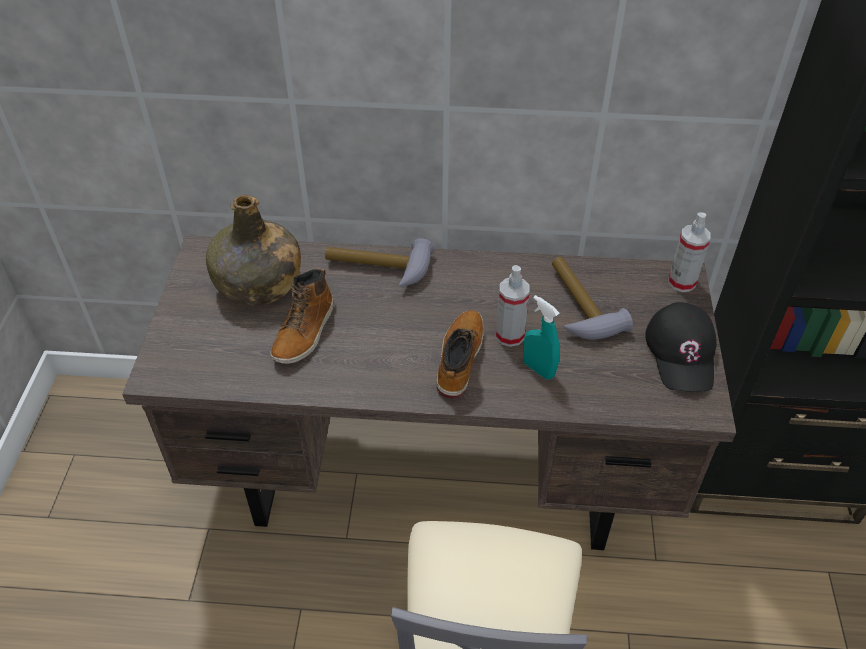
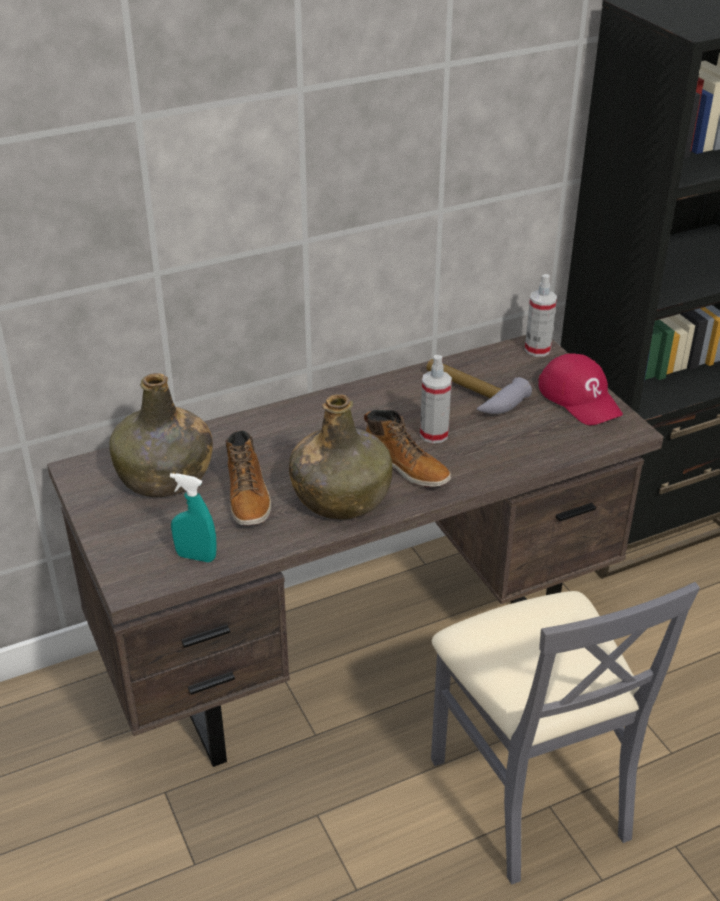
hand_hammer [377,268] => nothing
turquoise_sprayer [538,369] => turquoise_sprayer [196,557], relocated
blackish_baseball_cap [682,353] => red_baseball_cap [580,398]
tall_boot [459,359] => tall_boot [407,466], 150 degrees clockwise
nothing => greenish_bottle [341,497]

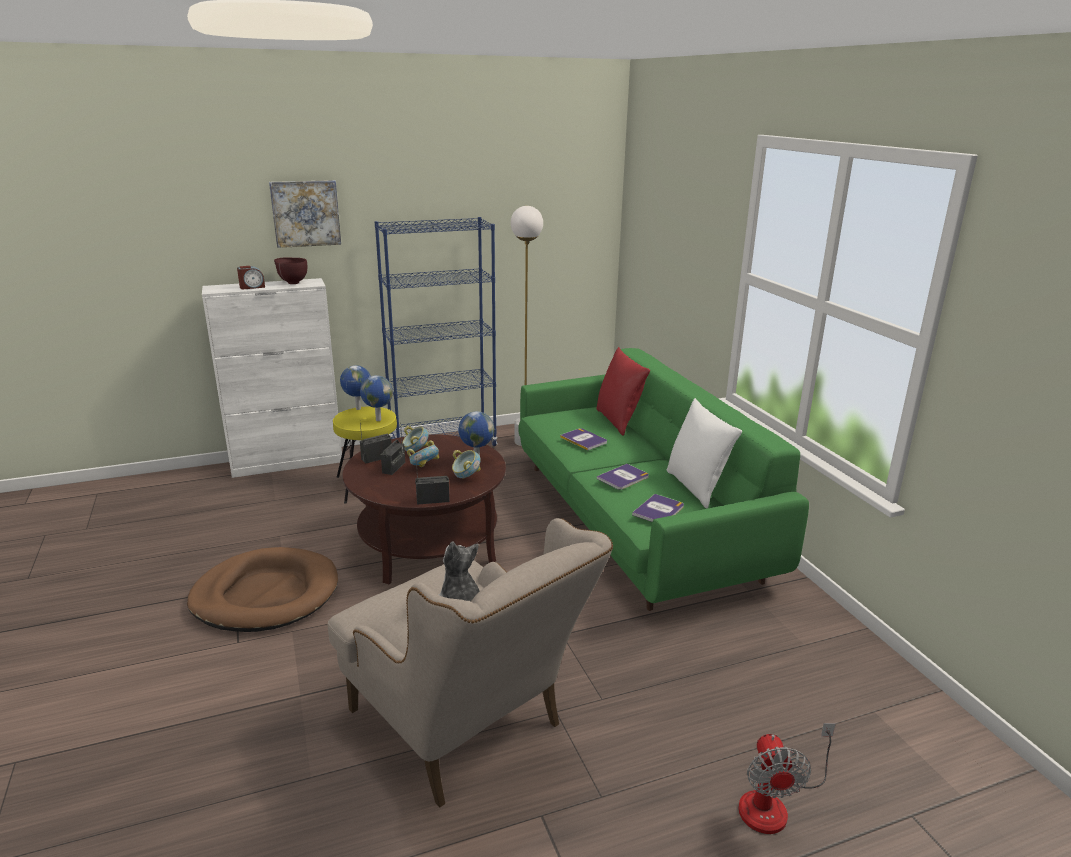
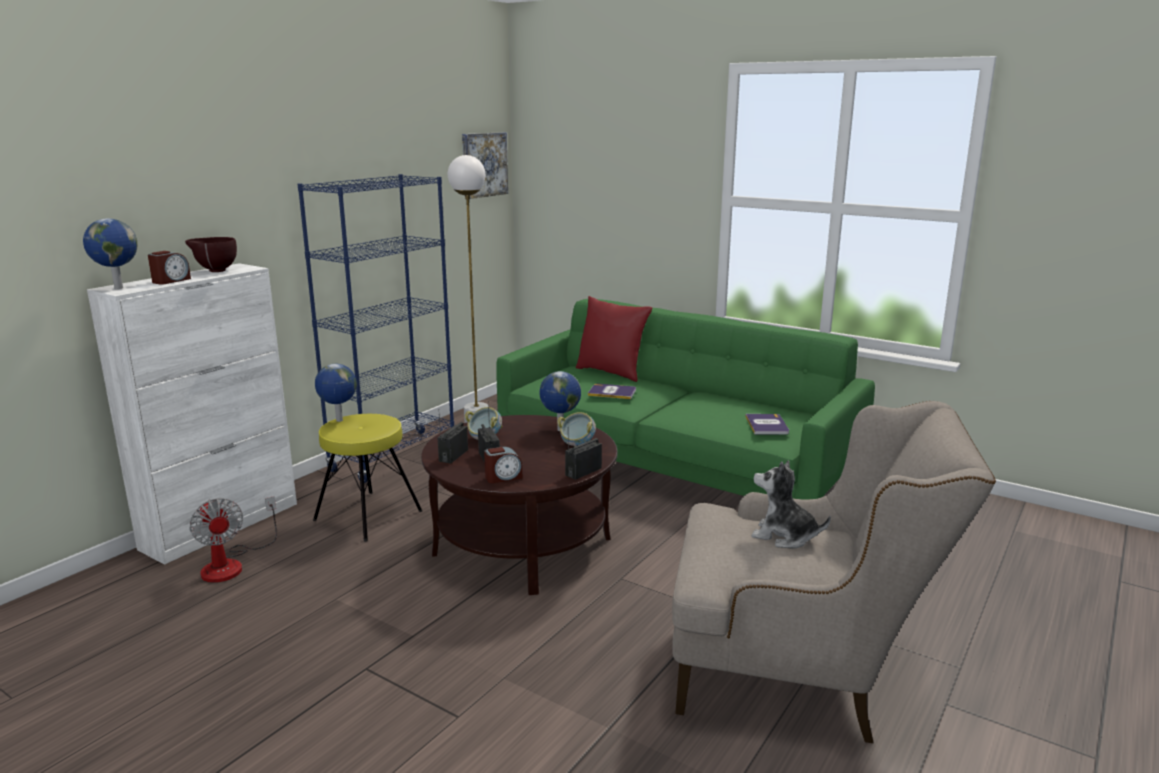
wall_picture [305,213] => wall_picture [483,164], relocated
desk_globe [378,420] => desk_globe [117,288], relocated
whitish_throw_pillow [696,487] => nothing
serving_bowl [424,467] => nothing
volume [623,477] => nothing
brown-coloured_dog_bed [266,595] => nothing
cooling_fan [774,803] => cooling_fan [232,564], relocated
nothing => alarm_clock [503,477]

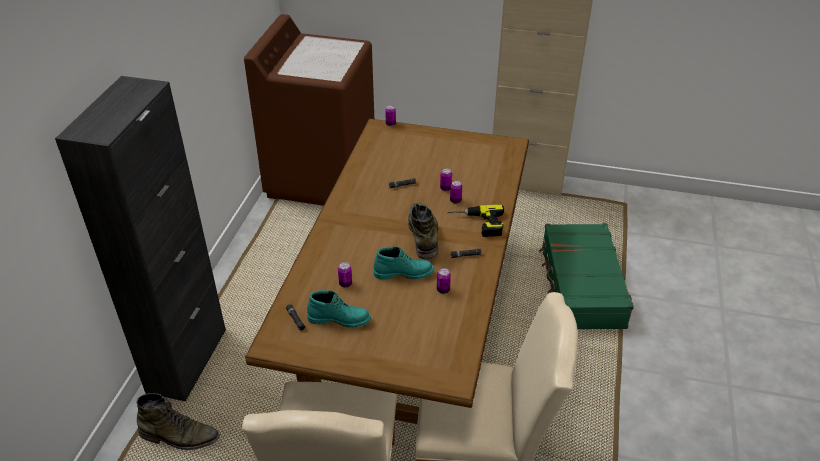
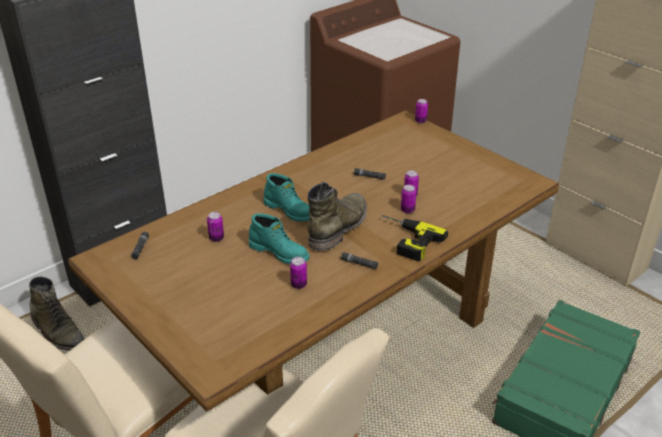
turquoise_tall_boot [339,319] => turquoise_tall_boot [290,211], relocated

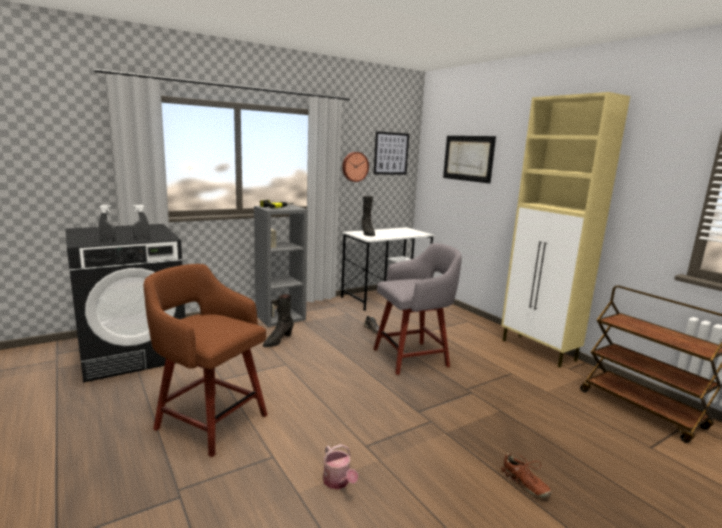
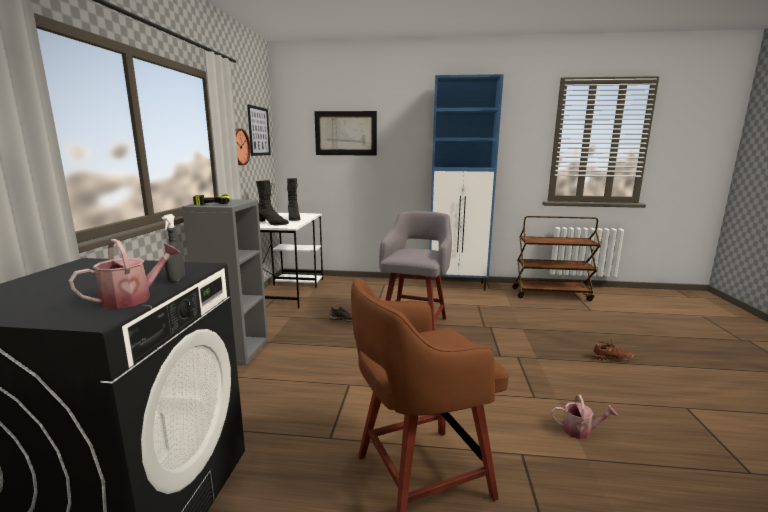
beige-coloured_storage_cabinet [539,351] => blue_storage_cabinet [457,285]
gray_sprayer [108,241] => watering_can [133,298]
blackish_tall_boot [278,341] => blackish_tall_boot [294,218], relocated

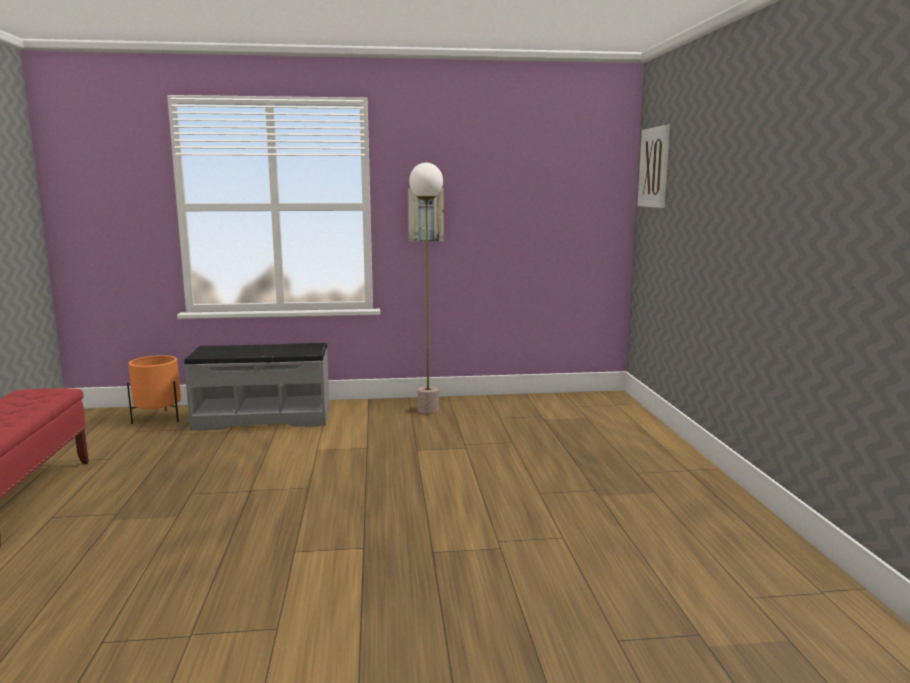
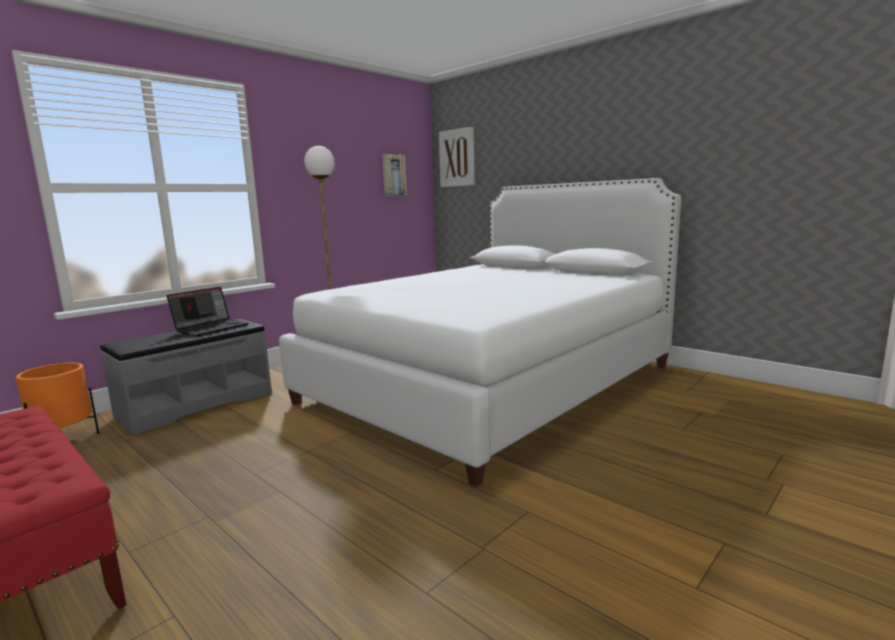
wall_picture [425,214] => wall_picture [393,175], relocated
nothing => whitish_bed [491,383]
nothing => portable_computer [211,328]

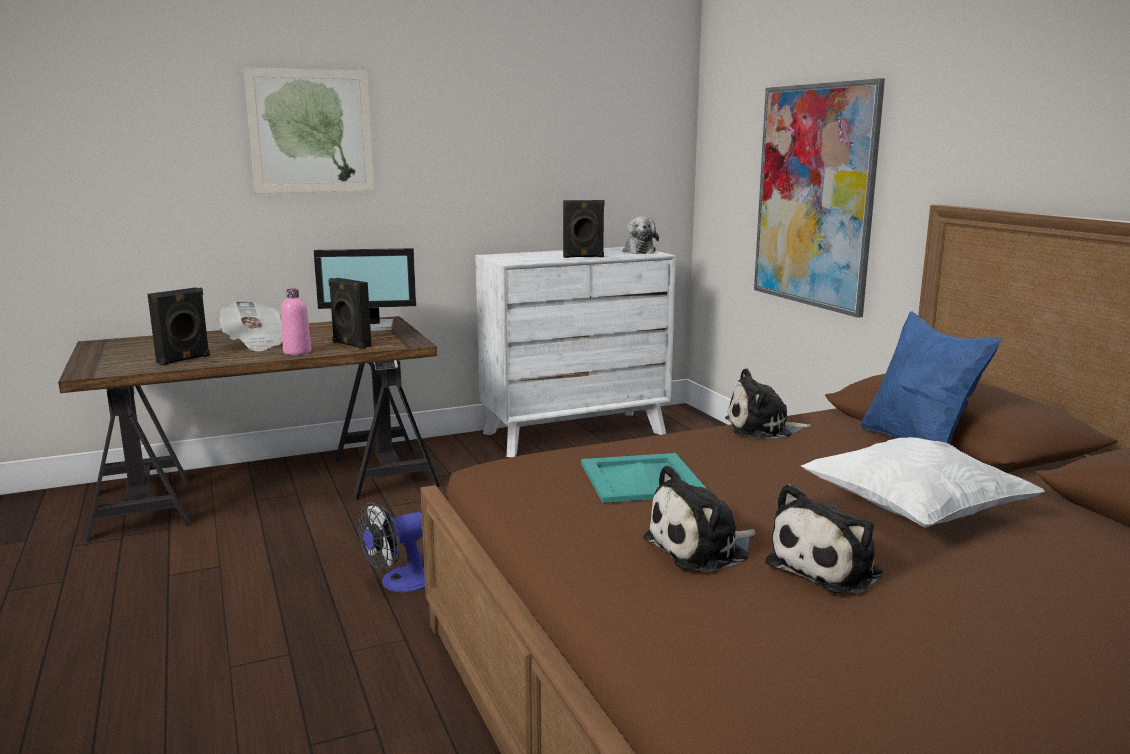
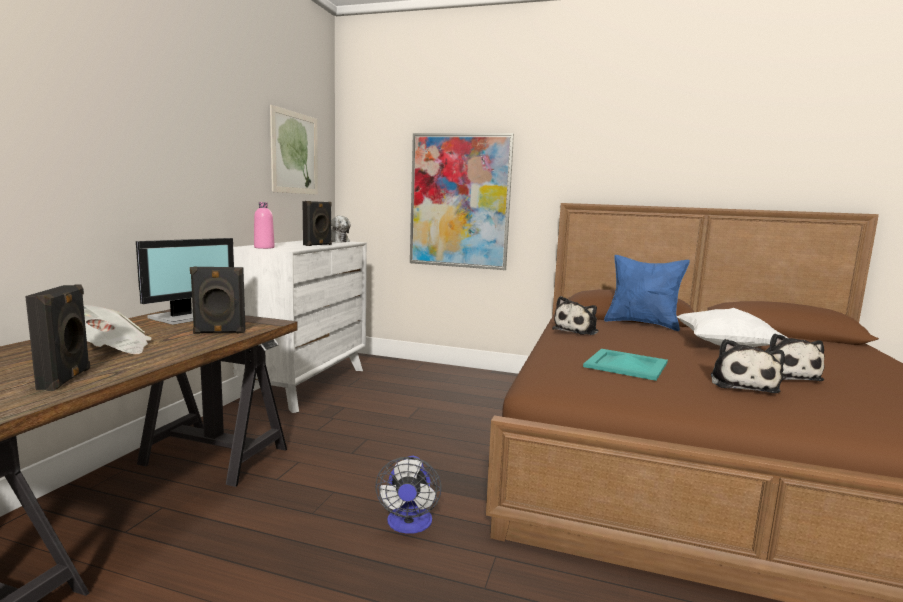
wall_picture [311,131] => wall_picture [295,153], relocated
pink-coloured_bottle [297,352] => pink-coloured_bottle [264,247], relocated

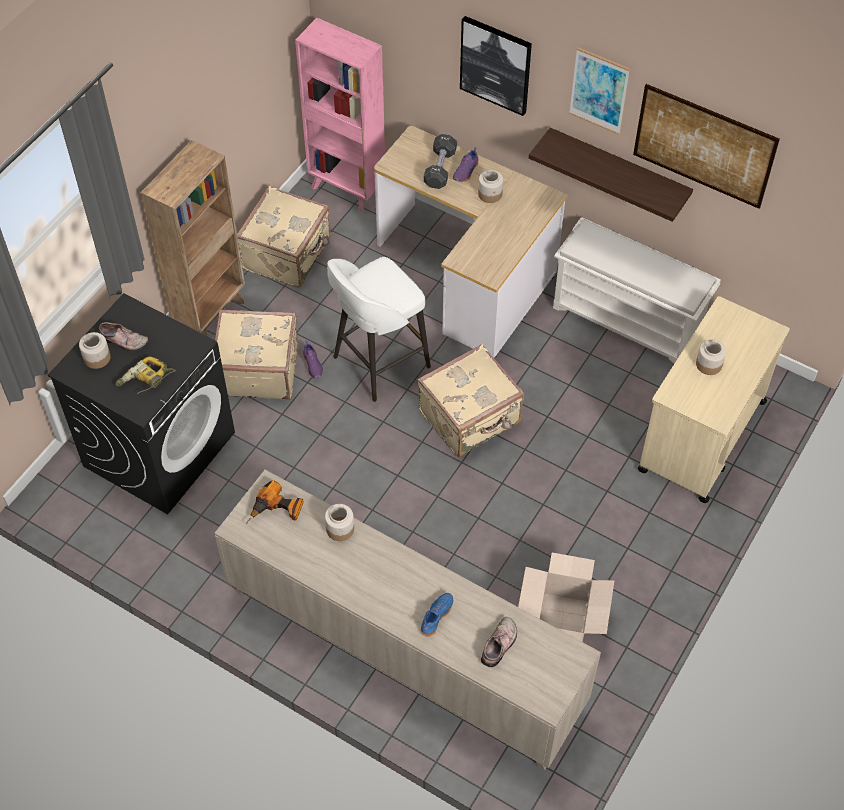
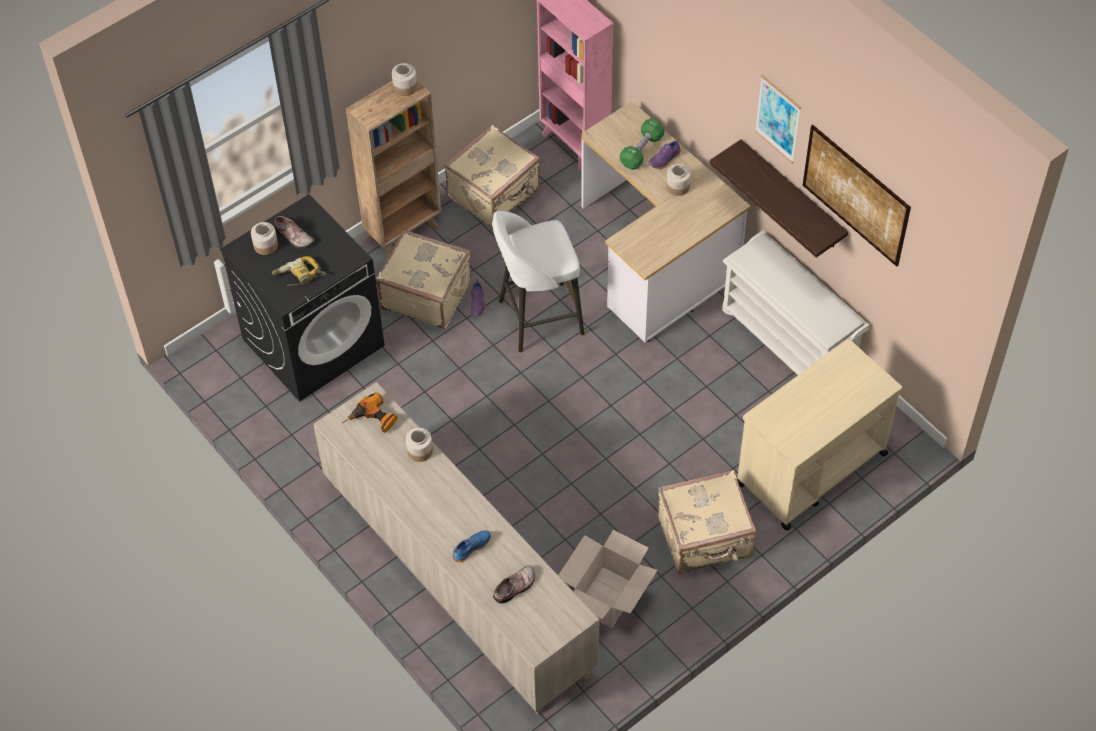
wall_picture [496,64] => nothing
blackish_hand_weight [440,169] => greenish_hand_weight [641,150]
jar [708,364] => jar [404,87], relocated
beige-coloured_suitcase [471,418] => beige-coloured_suitcase [705,538], relocated

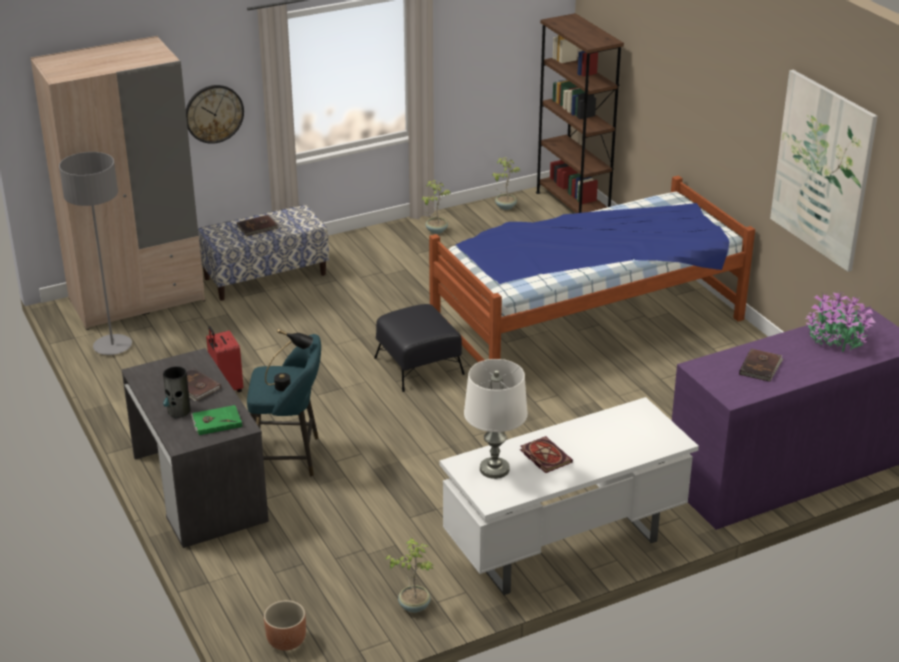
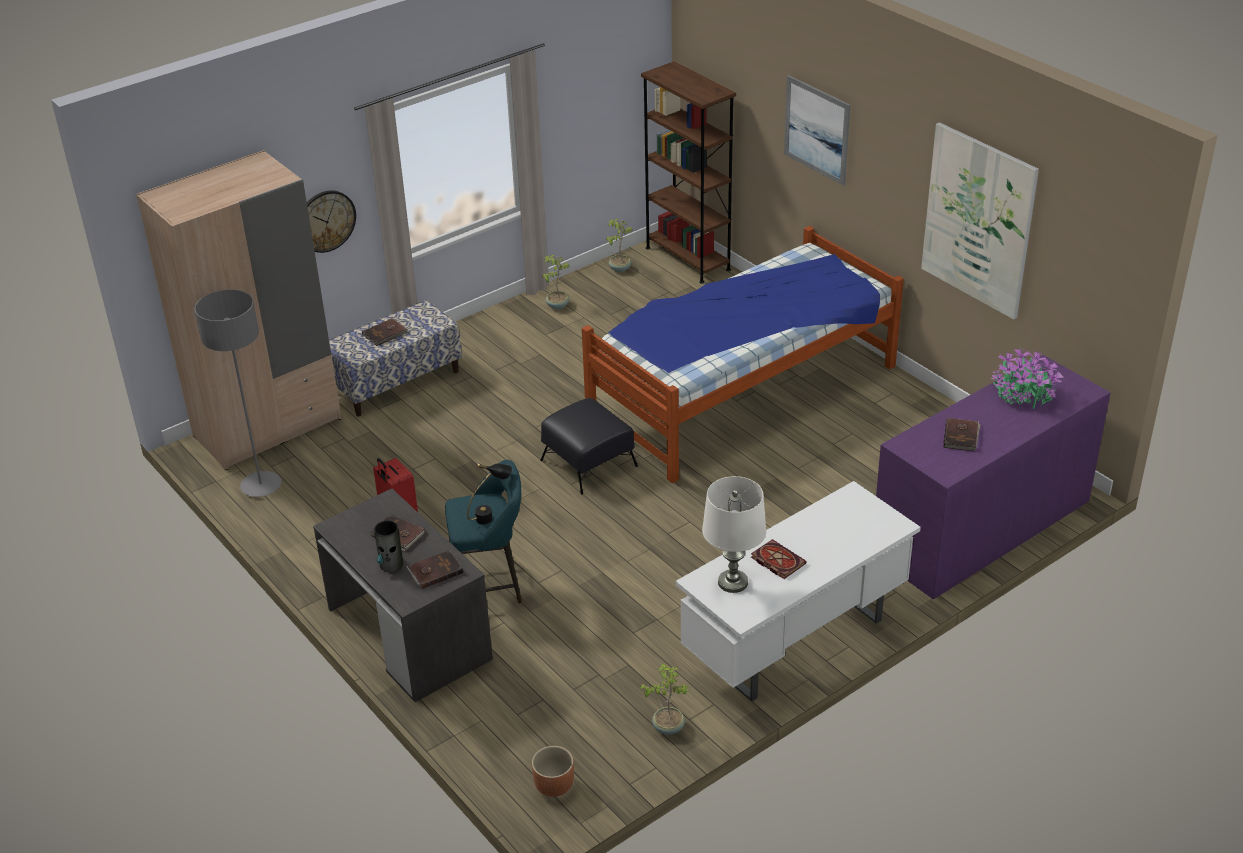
greenish_volume [216,422] => brown-coloured_volume [434,571]
nothing => wall_picture [817,130]

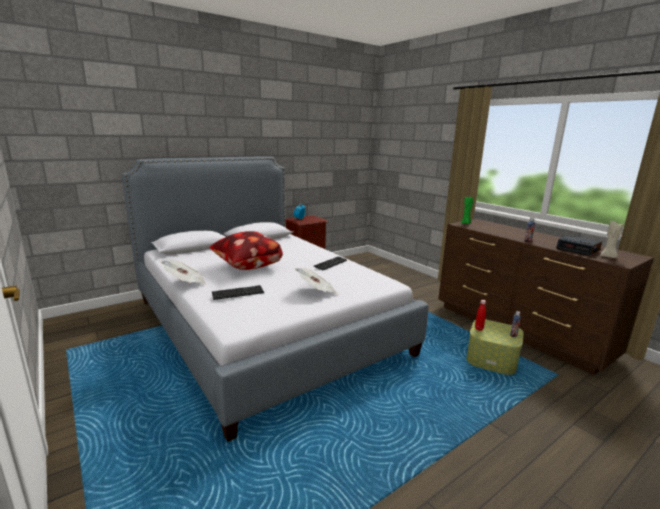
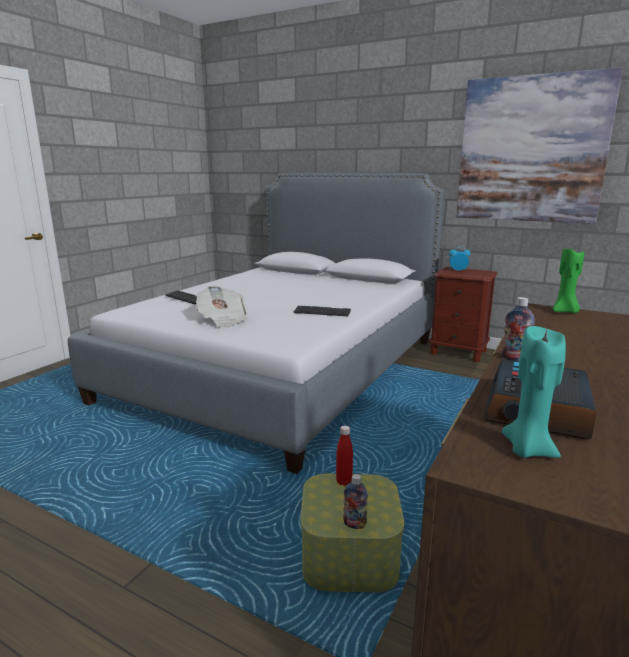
beige-coloured_wax_light [608,257] => turquoise_wax_light [527,450]
throw_pillow [247,267] => nothing
daily_paper [186,283] => nothing
nothing => wall_picture [531,150]

